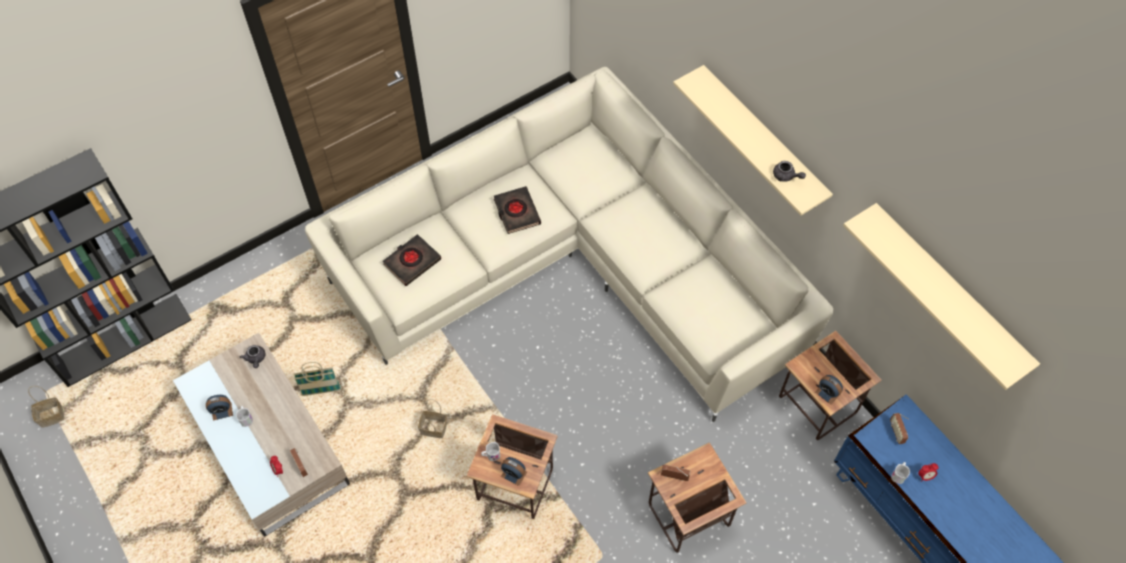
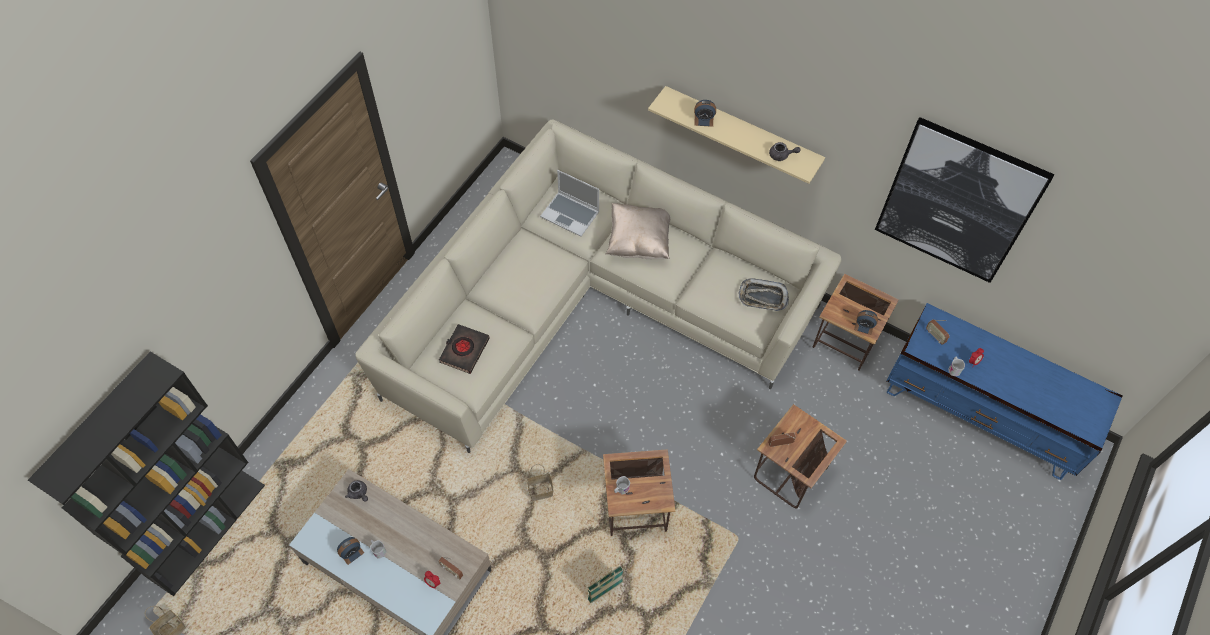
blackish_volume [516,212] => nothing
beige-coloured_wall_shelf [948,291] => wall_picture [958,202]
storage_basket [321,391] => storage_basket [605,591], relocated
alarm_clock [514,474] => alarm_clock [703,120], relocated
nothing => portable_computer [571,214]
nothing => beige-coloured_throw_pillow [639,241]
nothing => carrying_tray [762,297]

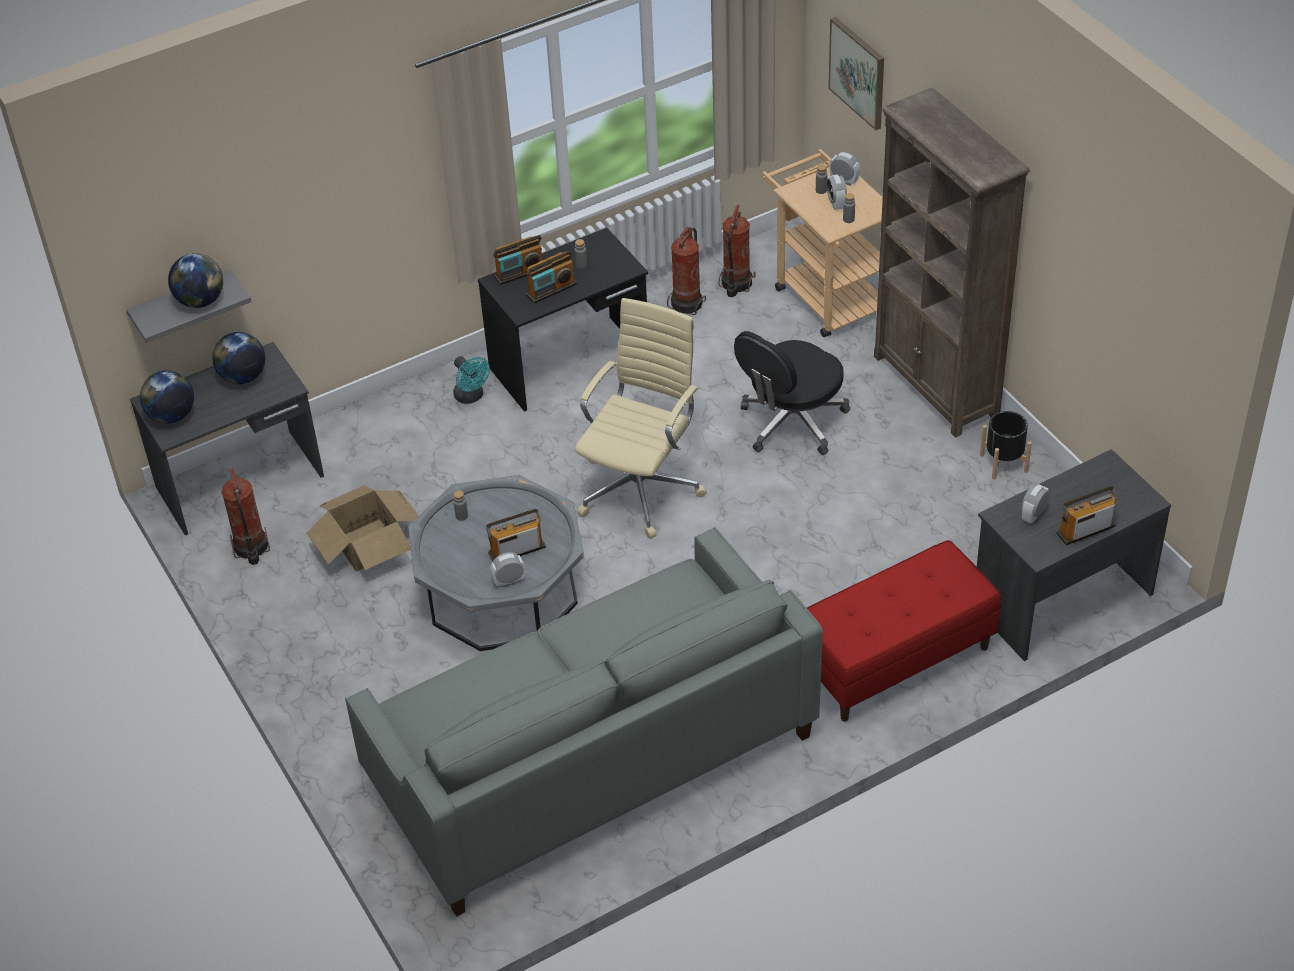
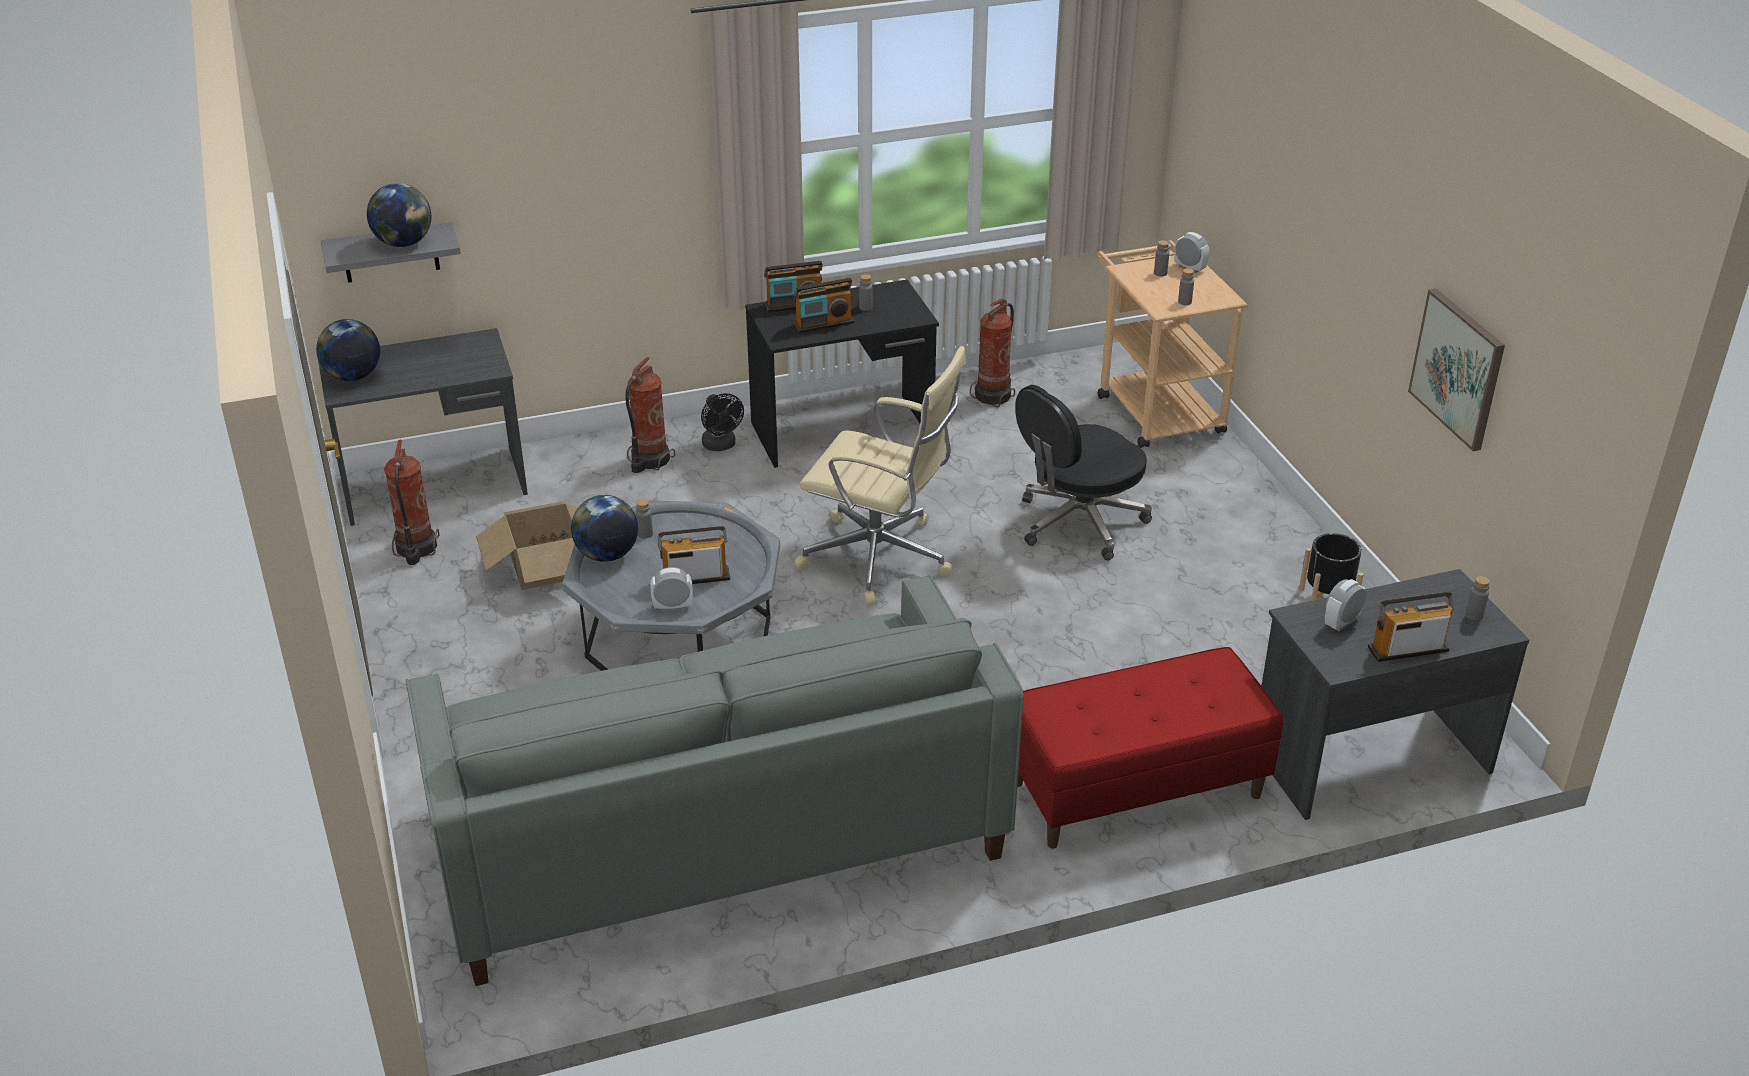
wall_picture [858,72] => wall_picture [1458,368], relocated
brown-coloured_shelving_unit [936,386] => nothing
alarm_clock [836,203] => nothing
fire_extinguisher [735,284] => fire_extinguisher [648,460], relocated
beige-coloured_computer_chair [641,487] => beige-coloured_computer_chair [881,559], 75 degrees clockwise
desk_globe [243,377] => desk_globe [607,555], relocated
turquoise_cooling_fan [471,397] => blackish_cooling_fan [721,446]
nothing => gray_bottle [1474,615]

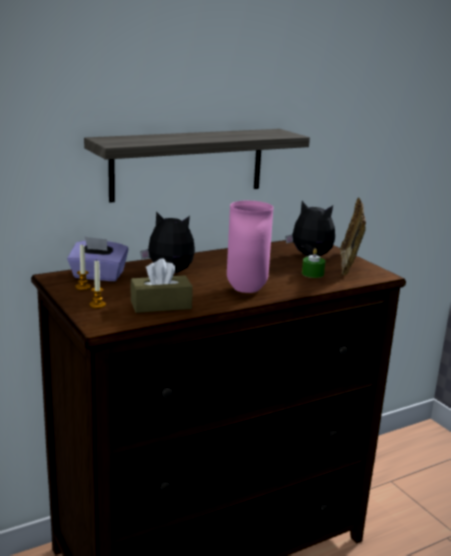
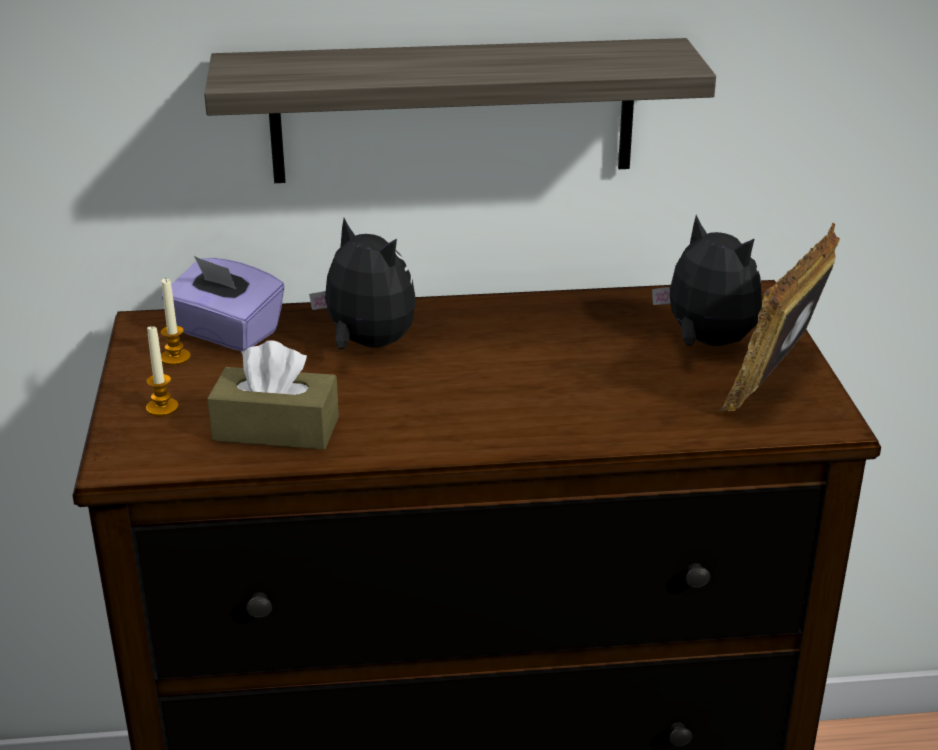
pink-coloured_vase [247,289] => nothing
greenish_wax_light [312,273] => nothing

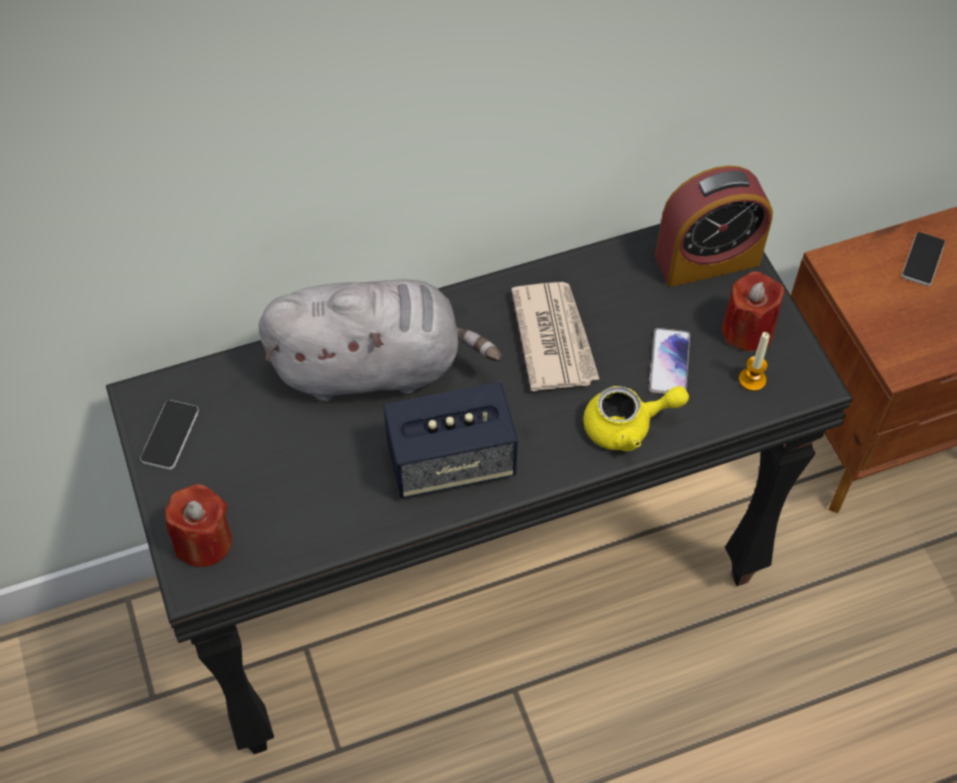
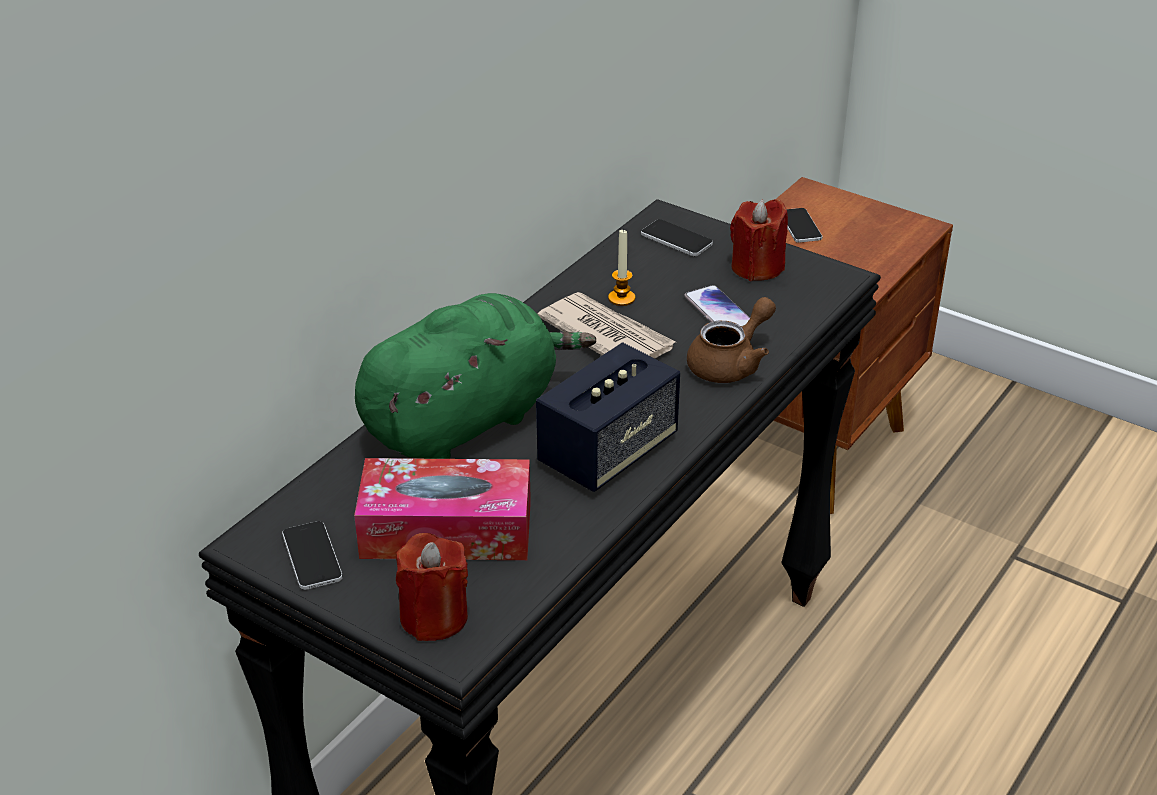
alarm_clock [707,260] => phone [676,239]
gray_plush_toy [375,367] => greenish_plush_toy [466,420]
wax_light [752,380] => wax_light [621,298], relocated
yellow_tea_pot [627,426] => brown-coloured_tea_pot [731,363]
nothing => tissue_box [446,530]

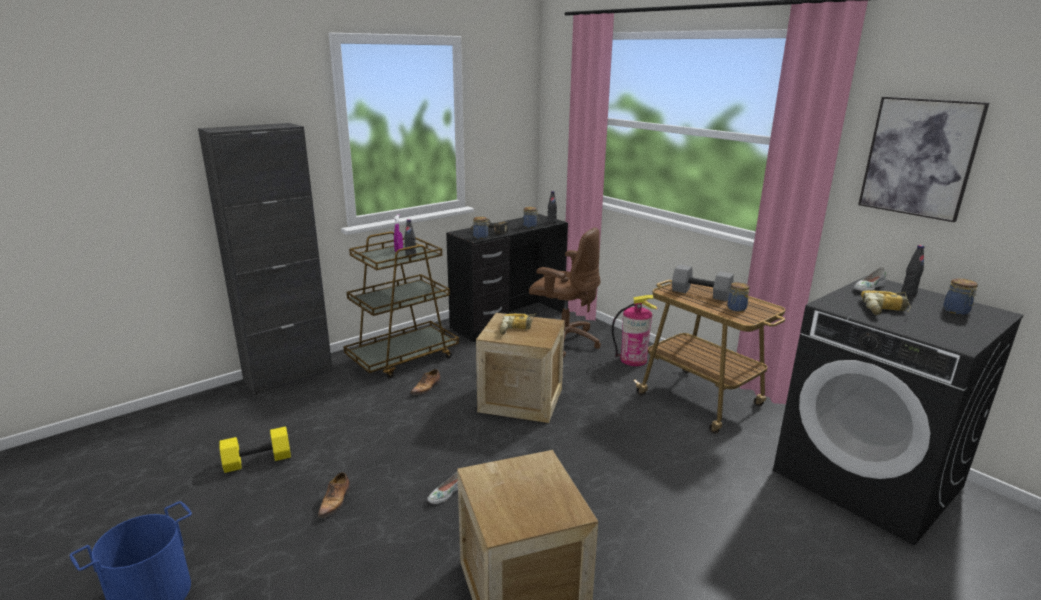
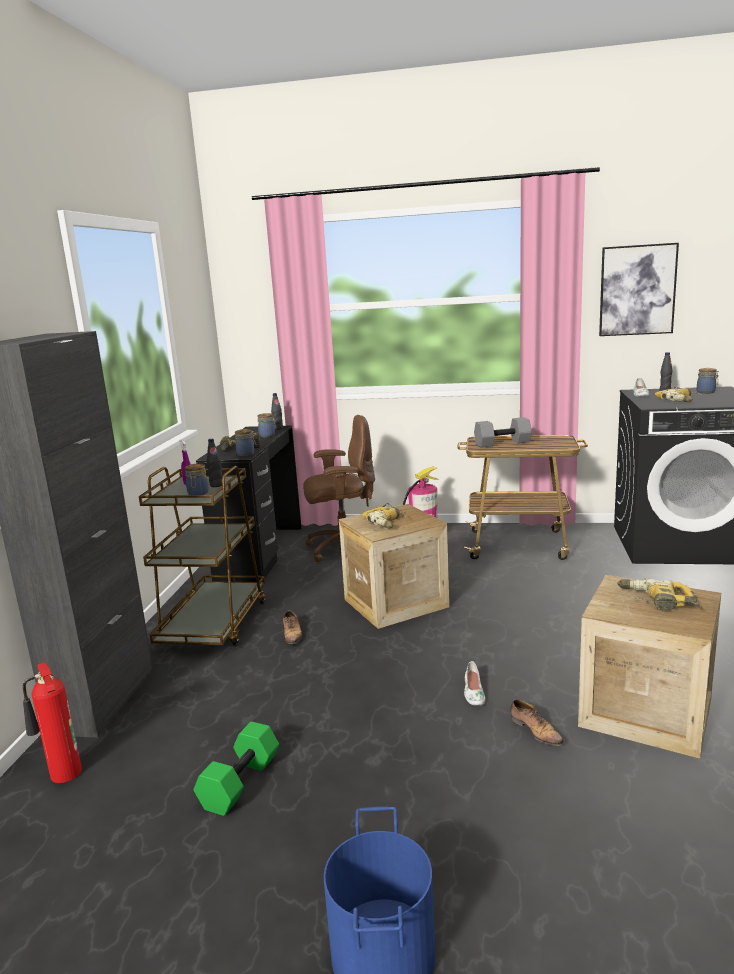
jar [736,309] => jar [198,494], relocated
yellow_hand_weight [258,460] => greenish_hand_weight [239,782]
item_of_footwear [335,501] => item_of_footwear [535,731], relocated
nothing => power_drill [657,602]
nothing => fire_extinguisher [63,776]

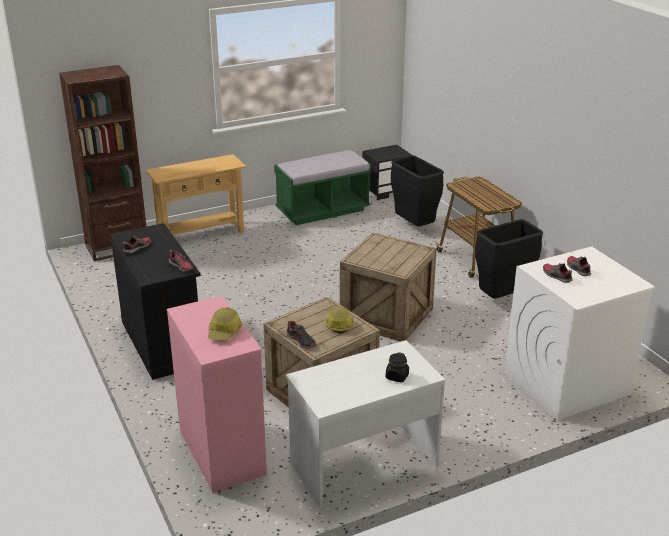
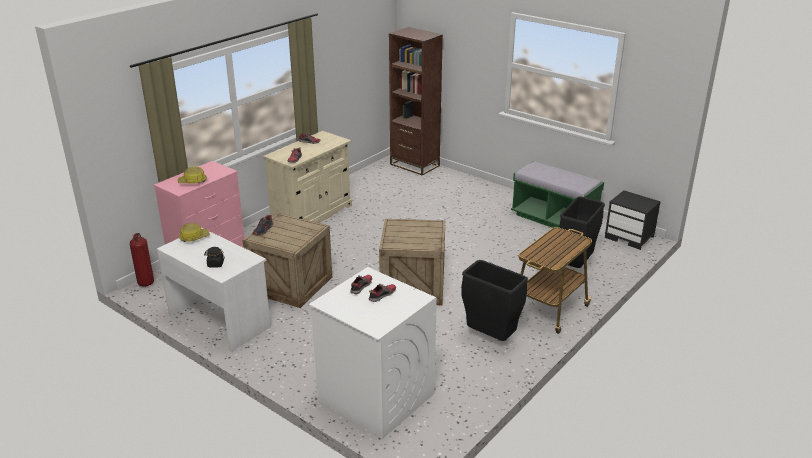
beige-coloured_hall_table [201,234] => nothing
blackish_storage_cabinet [162,342] => beige-coloured_storage_cabinet [312,214]
work_helmet [338,324] => work_helmet [194,237], relocated
nothing => fire_extinguisher [146,283]

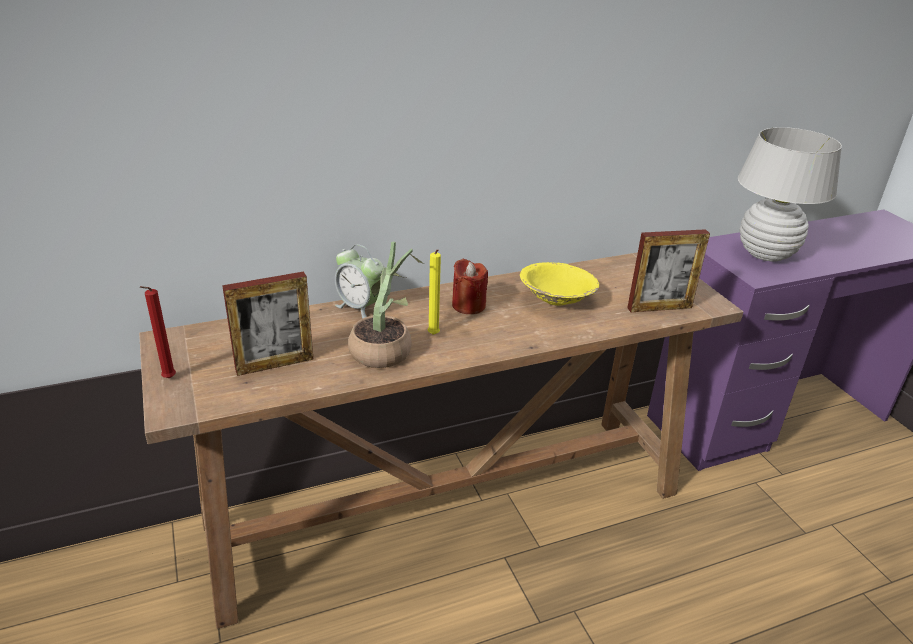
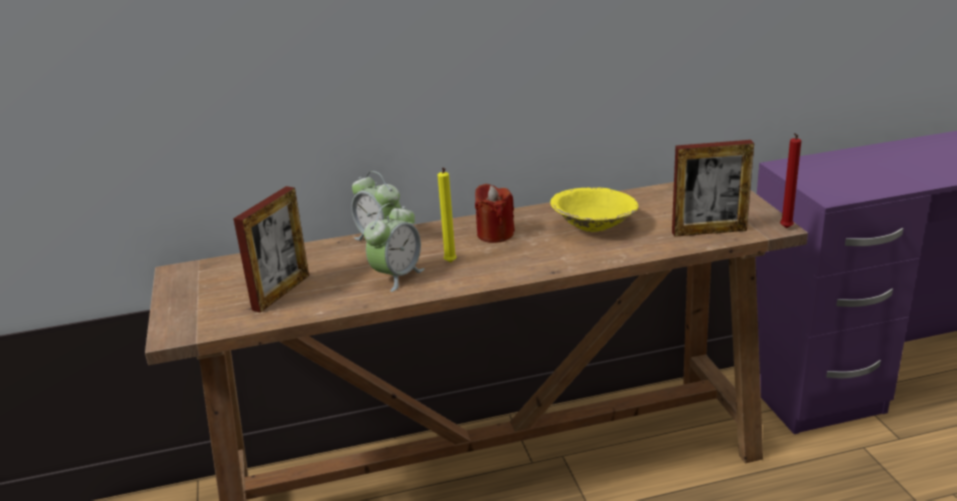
whitish_tabletop_lamp [765,254] => nothing
potted_plant [385,349] => alarm_clock [397,276]
photo_frame [275,364] => photo_frame [281,292], 45 degrees counterclockwise
red_wax_light [167,379] => red_wax_light [785,229], relocated

